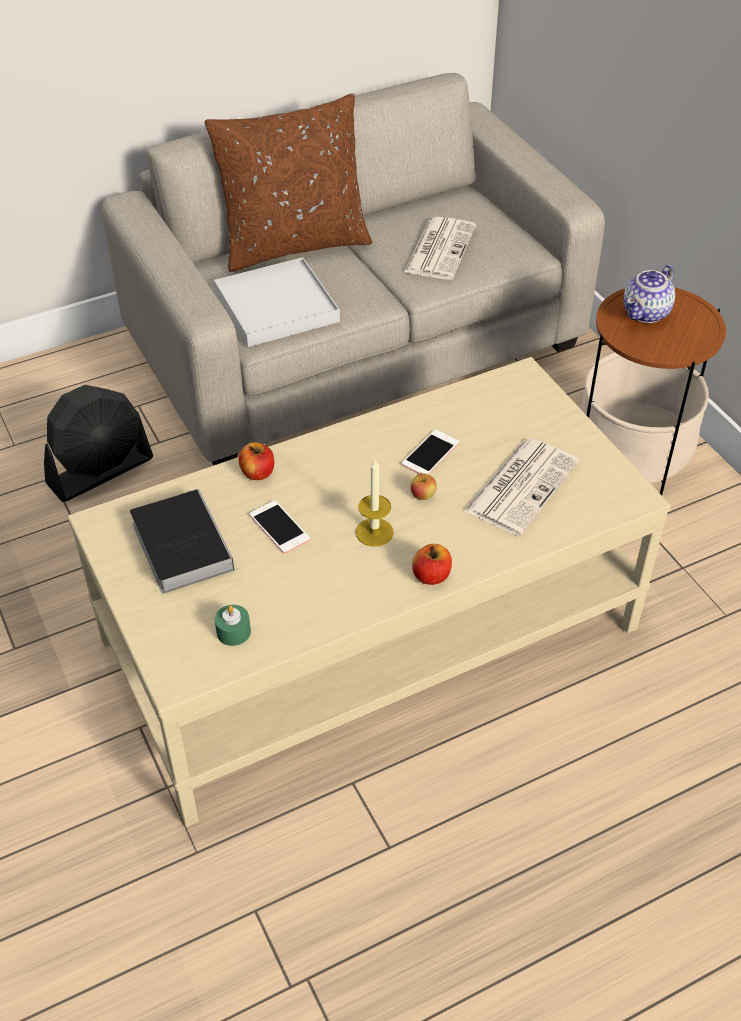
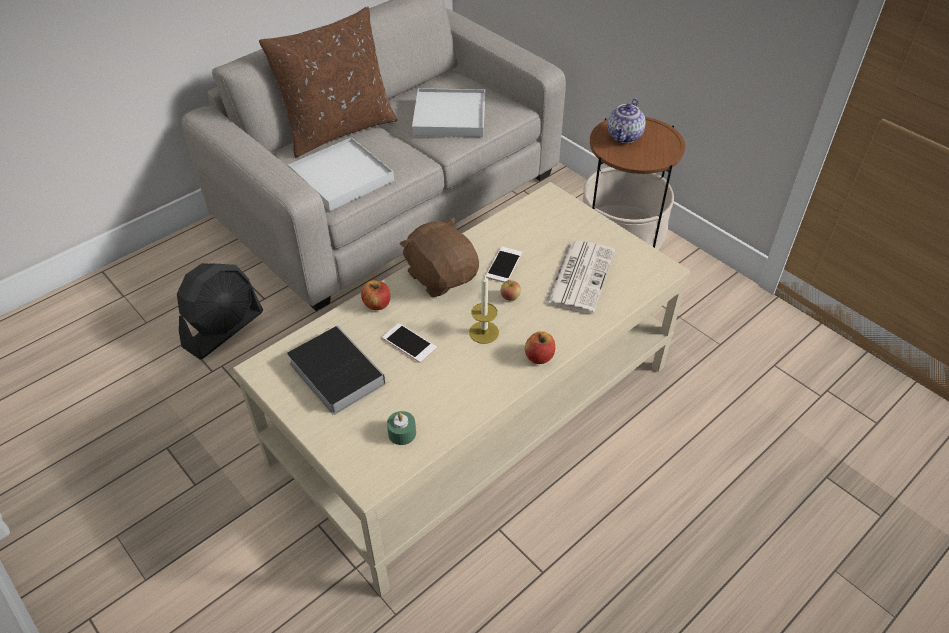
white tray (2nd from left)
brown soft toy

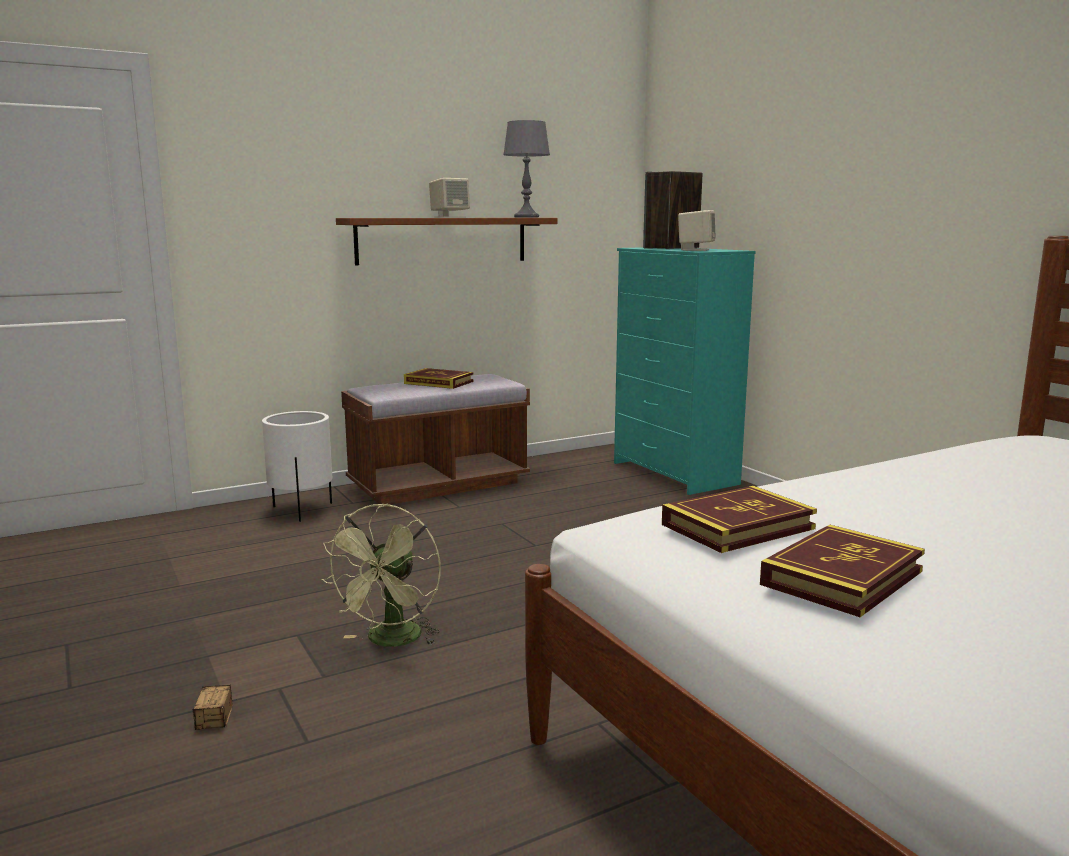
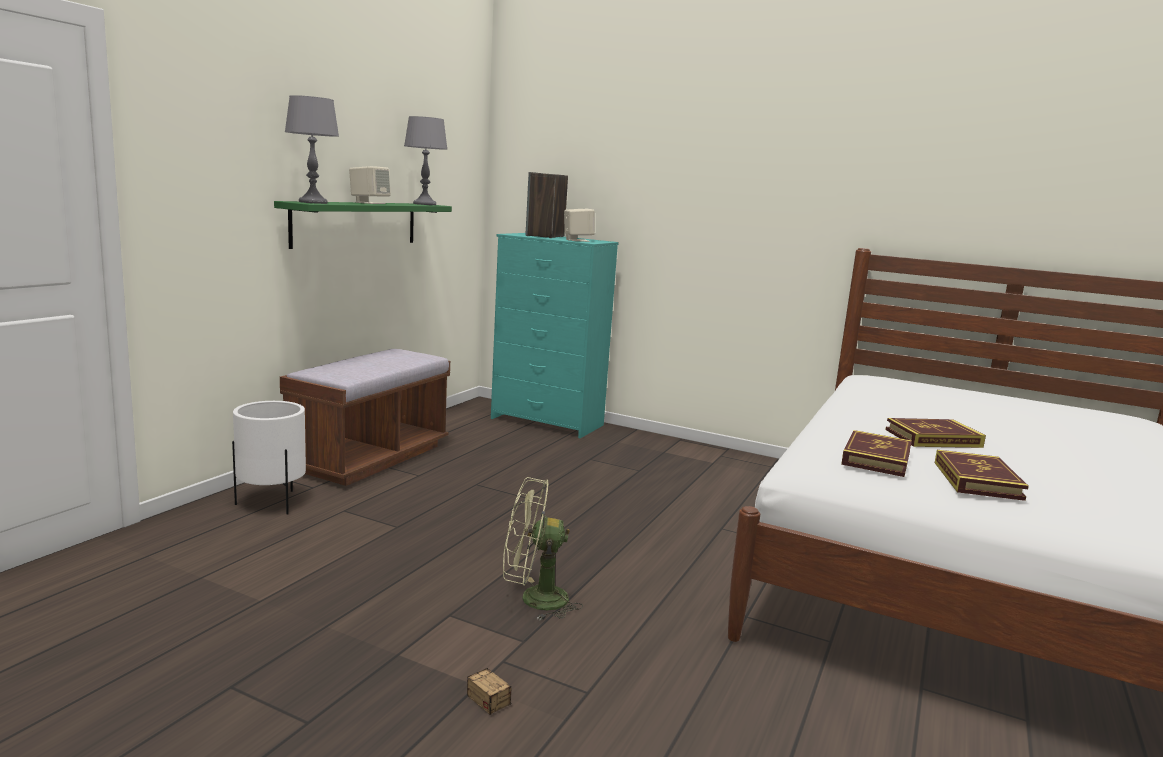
green shelf
book (2nd from left)
green electric fan
greyish tabletop lamp (1st from left)

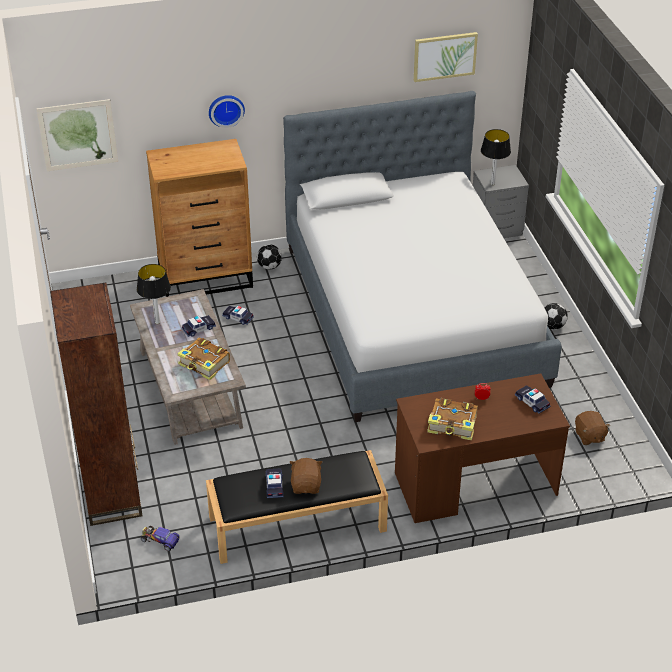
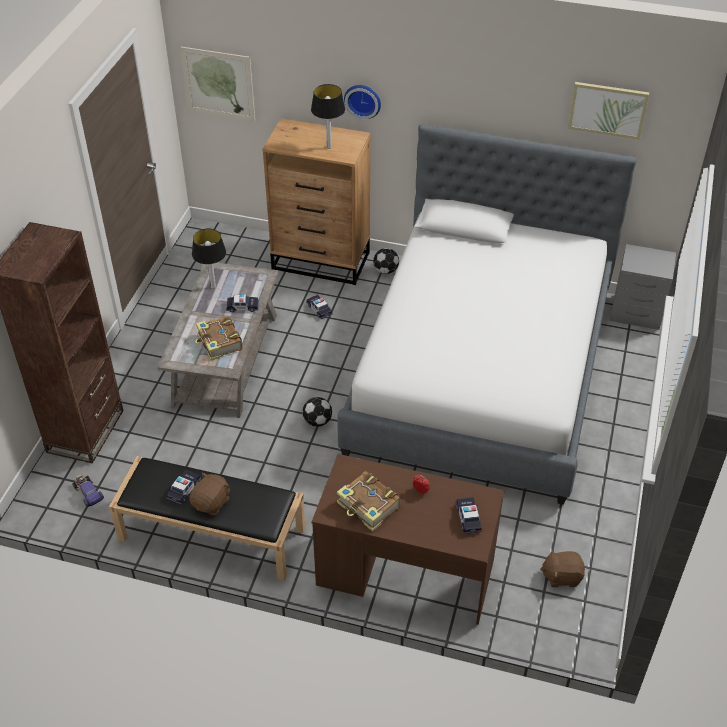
tabletop lamp (2nd from left)
football (1st from left)
brown soft toy (2nd from left)

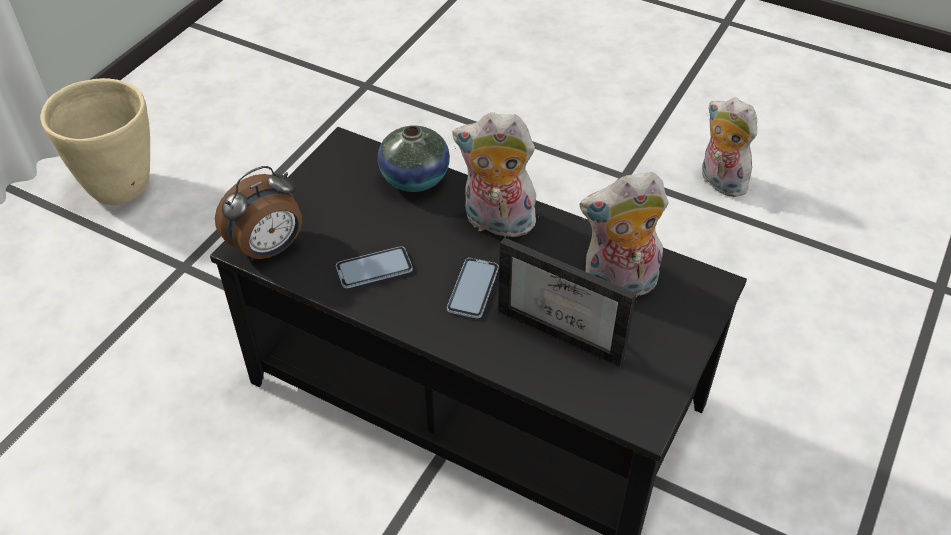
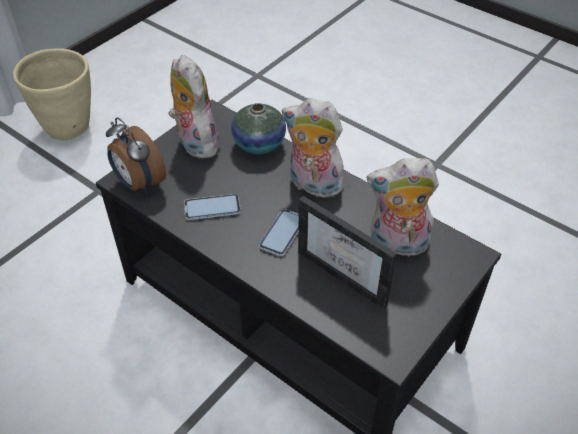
soft toy (1st from left)
table clock

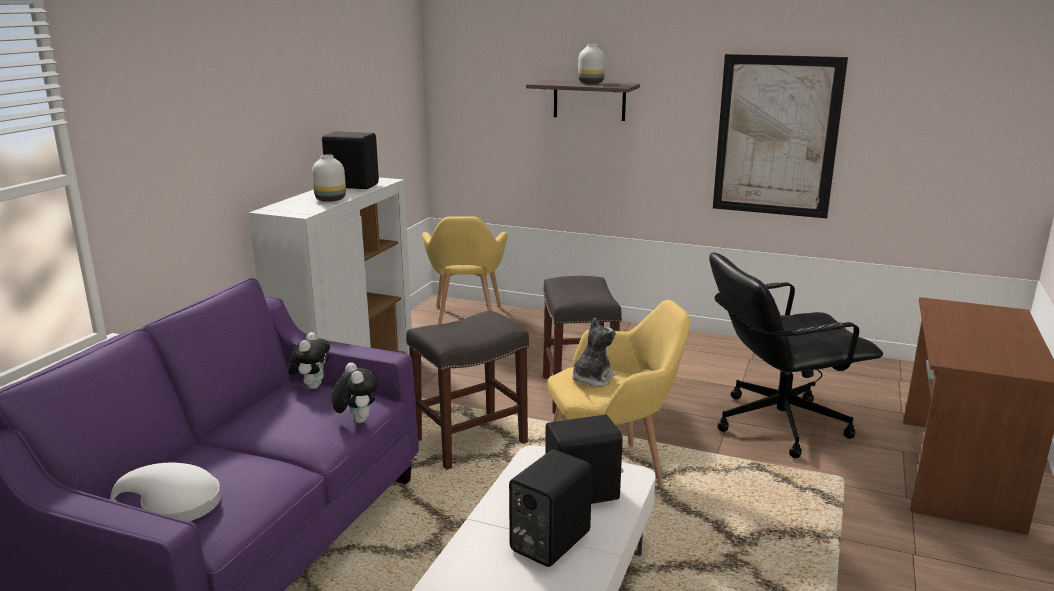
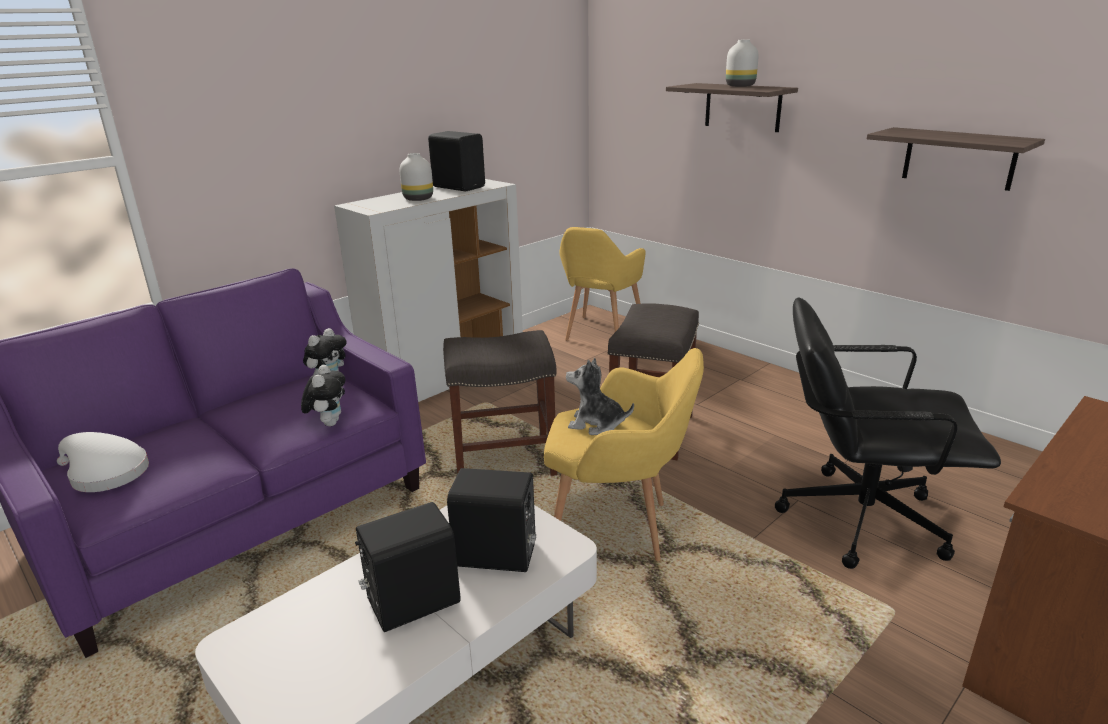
shelf (2nd from left)
soft toy (3rd from left)

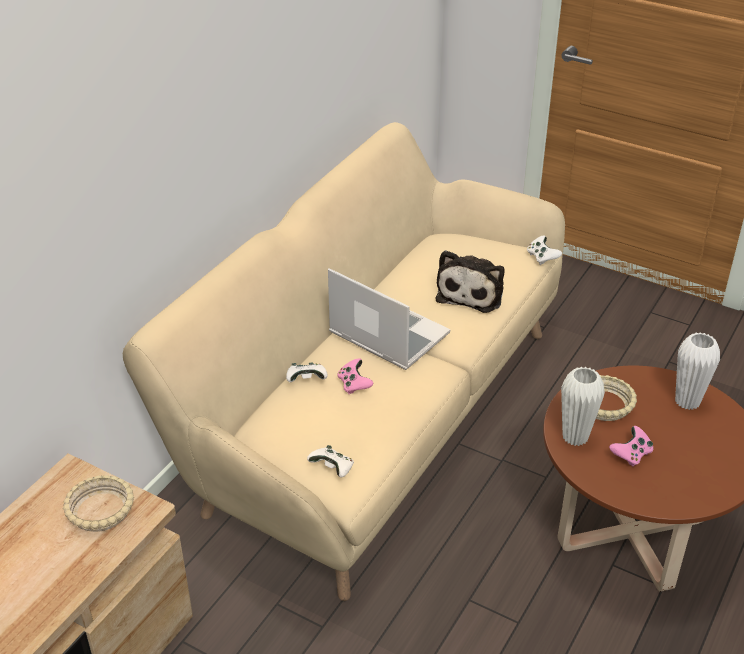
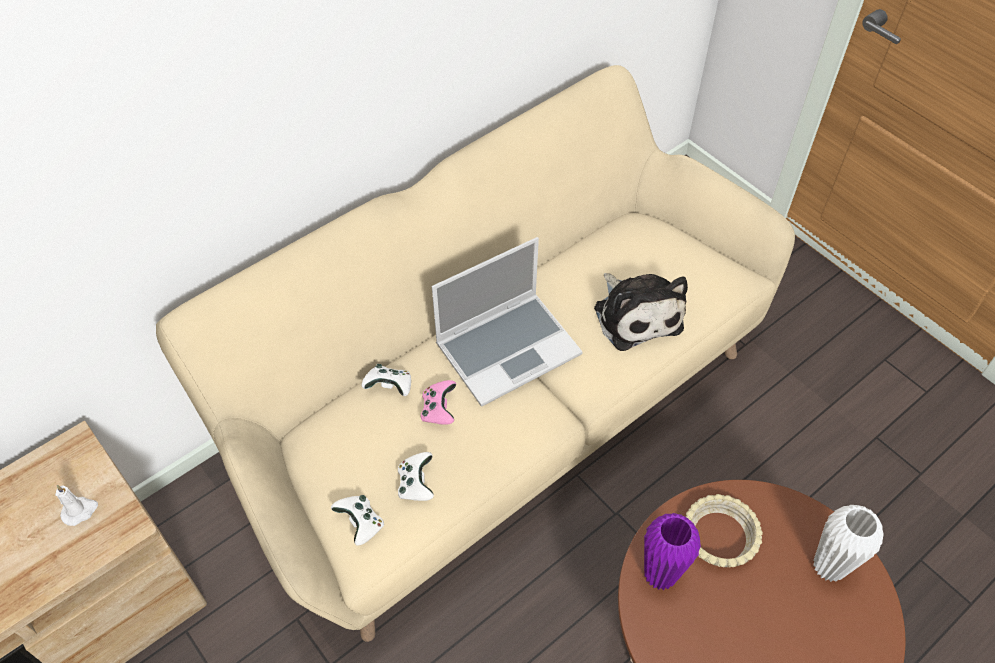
white gamepad (3rd from left)
soft toy
laptop
purplish flower vase
pink gamepad (2nd from left in the first image)
white candle

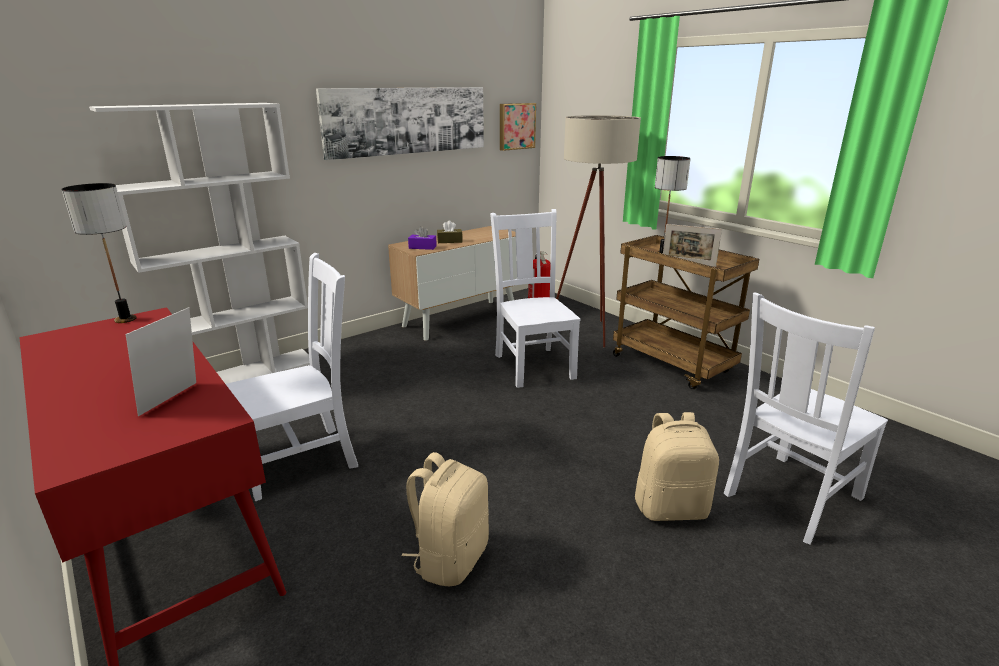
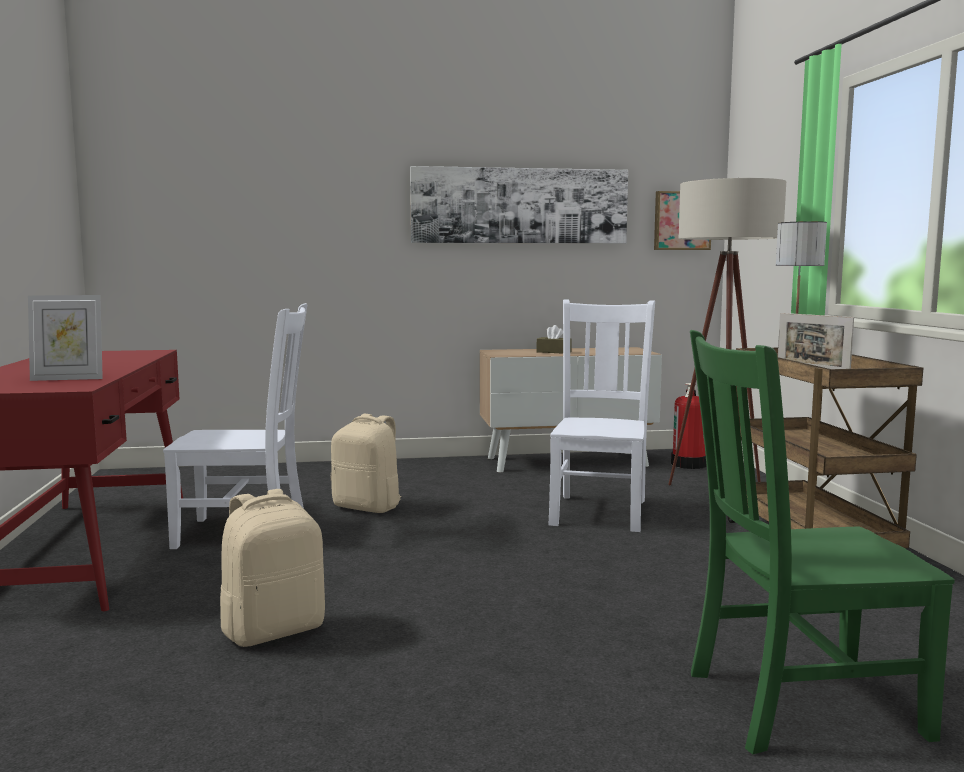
white bookshelf
tabletop lamp (1st from left in the first image)
purplish tissue holder
green plain chair
picture frame (1st from left)
sand-coloured backpack (2nd from left)

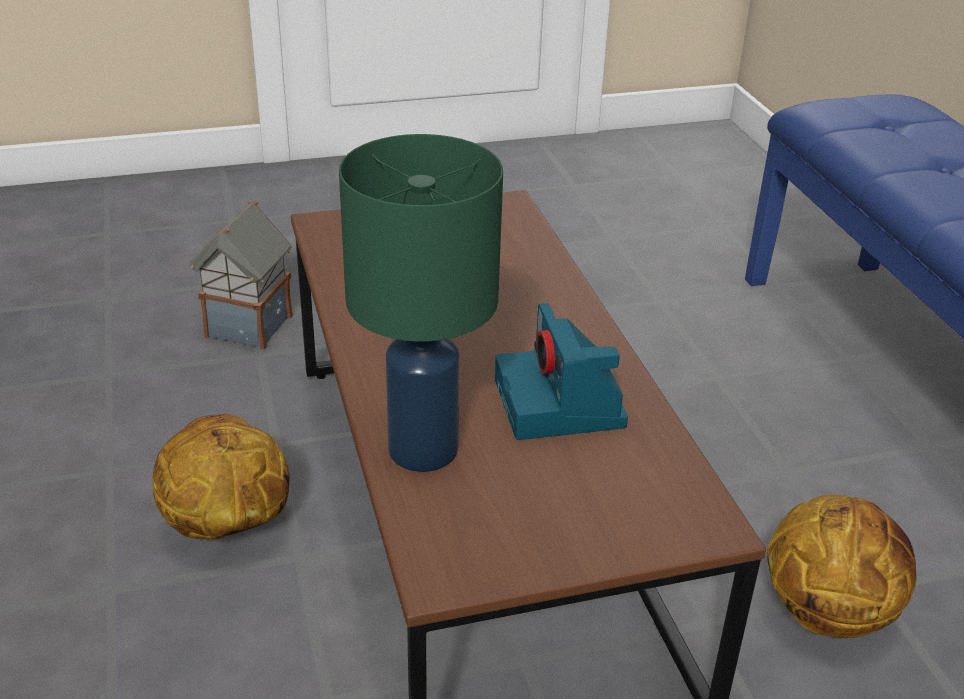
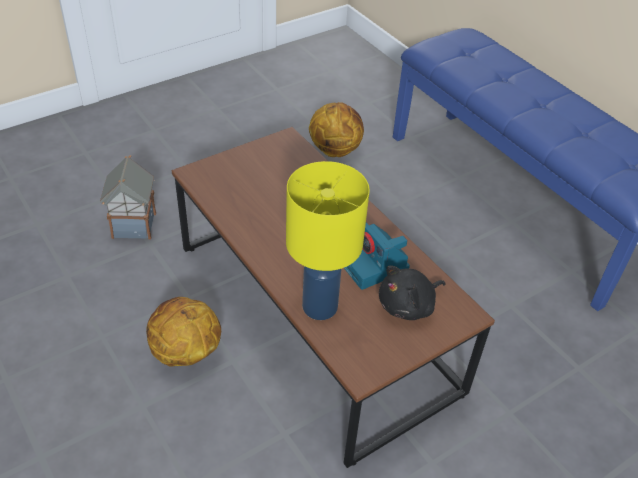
yellow-coloured tabletop lamp
basketball (2nd from left)
black soft toy

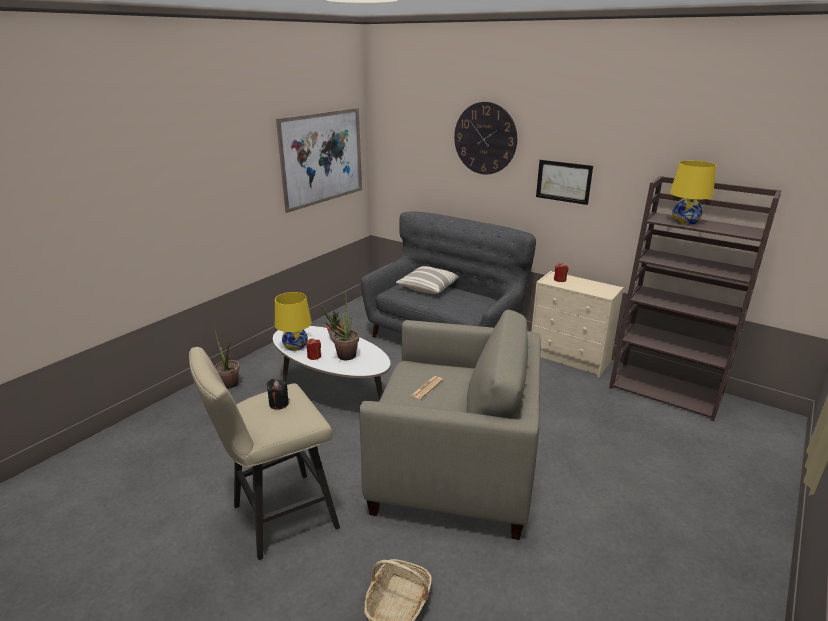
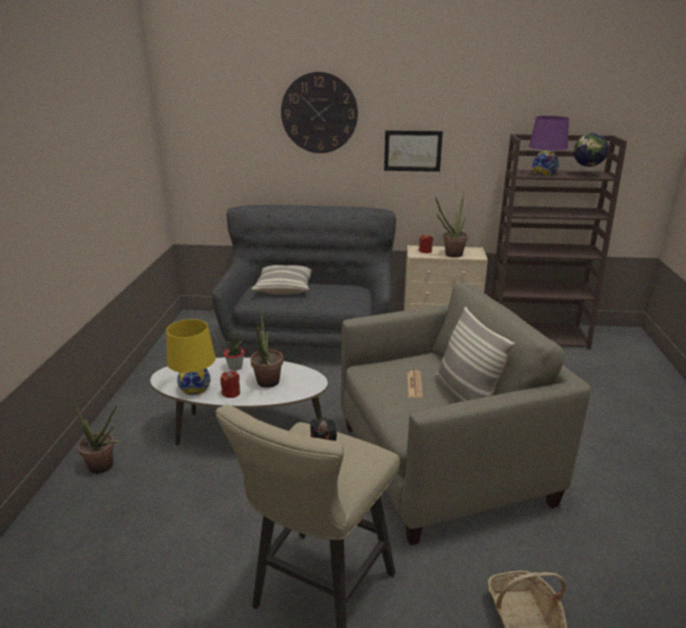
wall art (1st from left in the first image)
purplish tabletop lamp
globe
plant in a pot (4th from left)
throw pillow (2nd from left)

